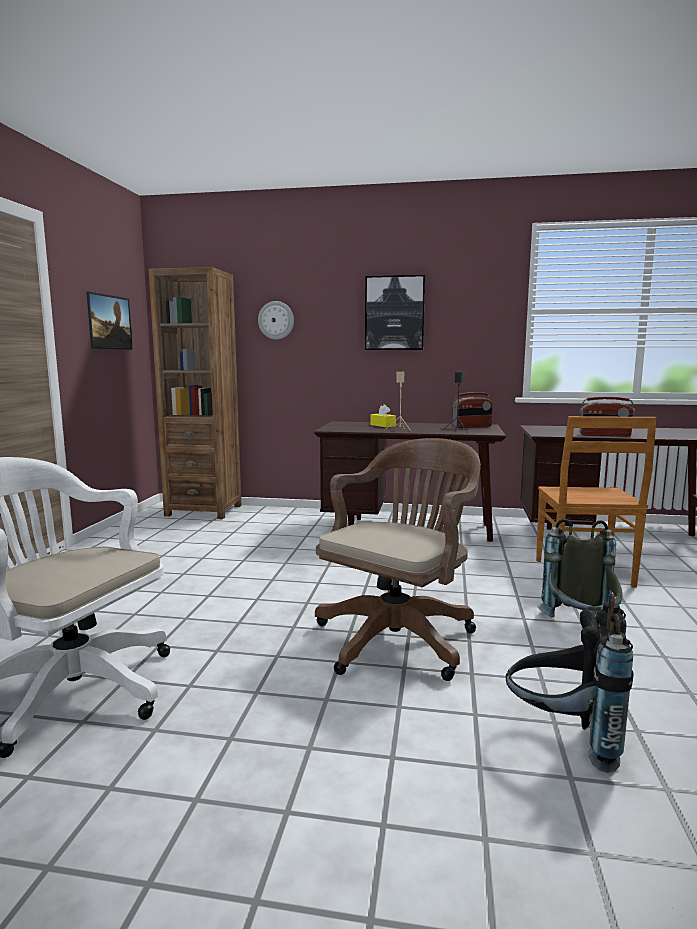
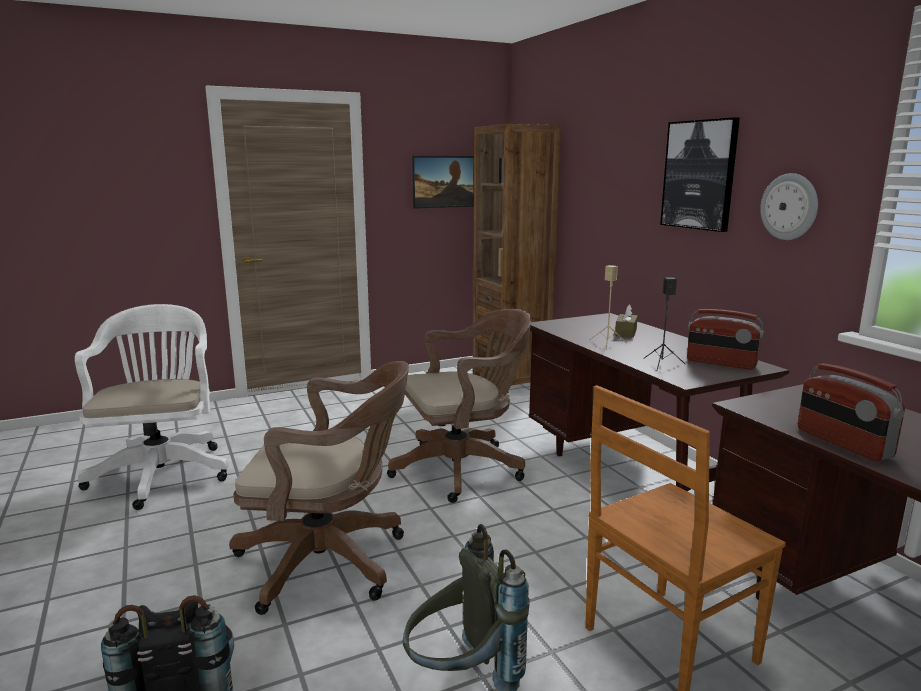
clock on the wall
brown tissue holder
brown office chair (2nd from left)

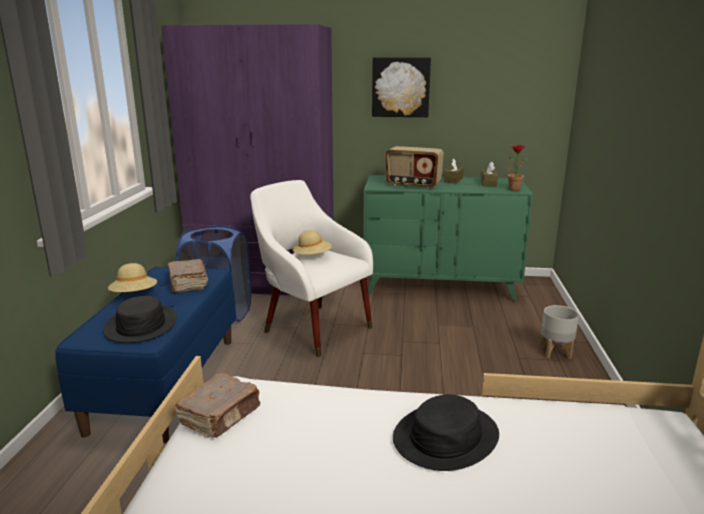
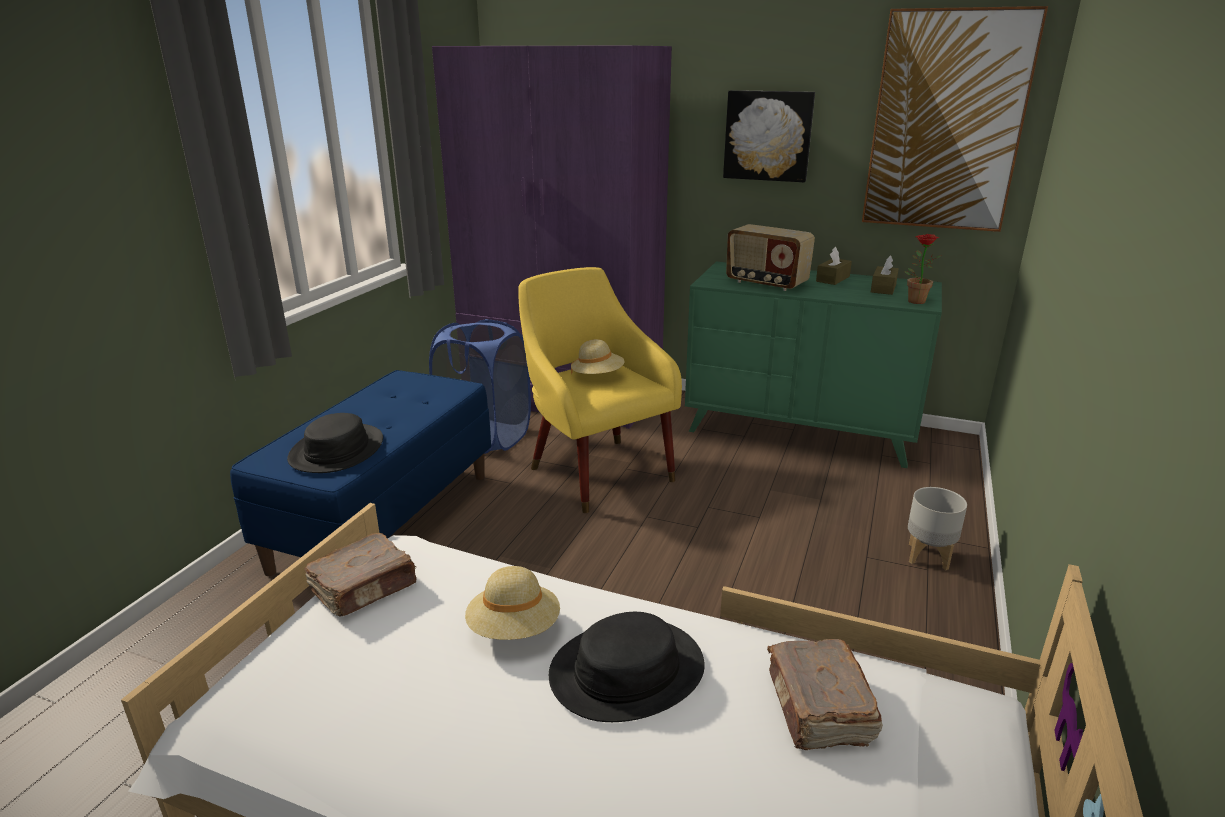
yellow-coloured armchair
brown book (2nd from left)
sand-coloured hat (1st from left)
wall art (2nd from left)

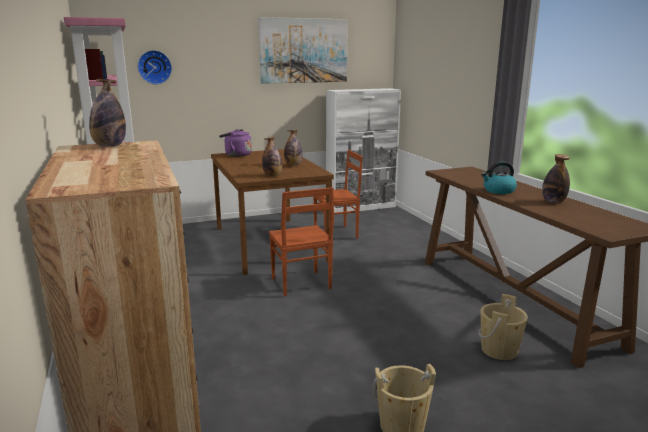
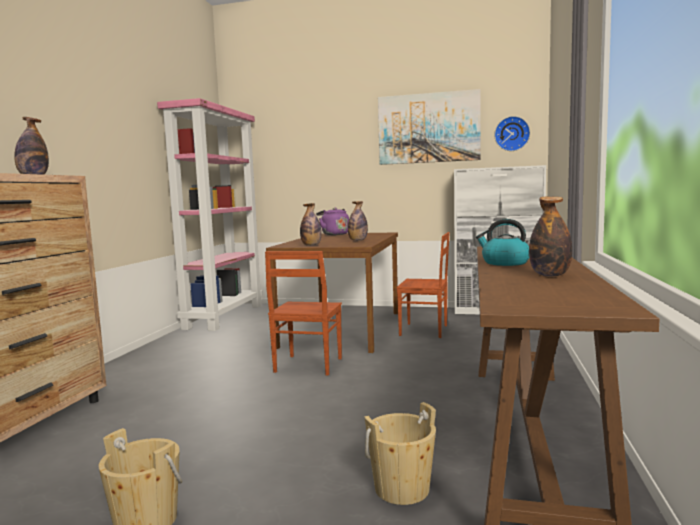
clock on the wall

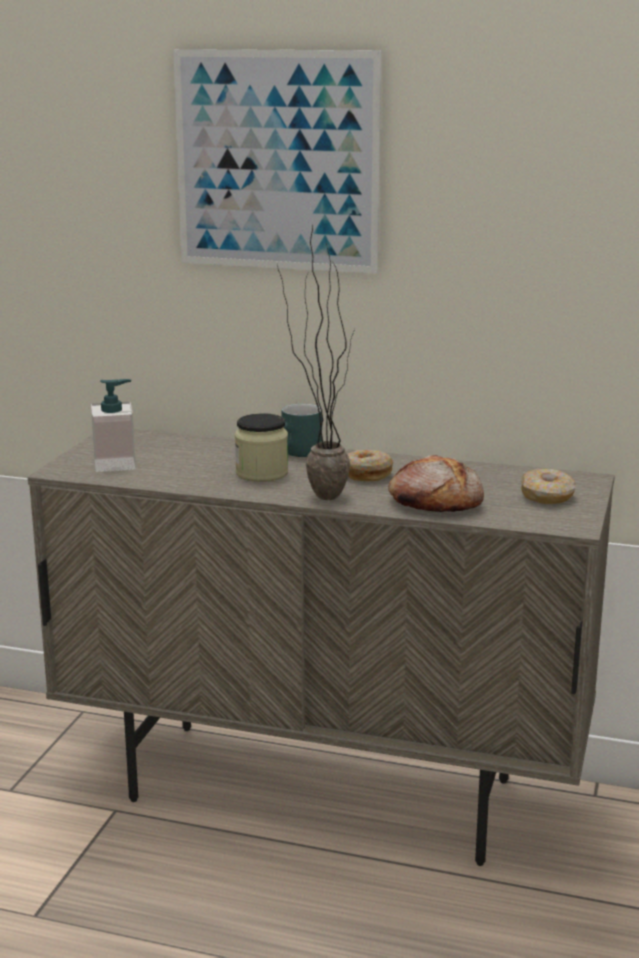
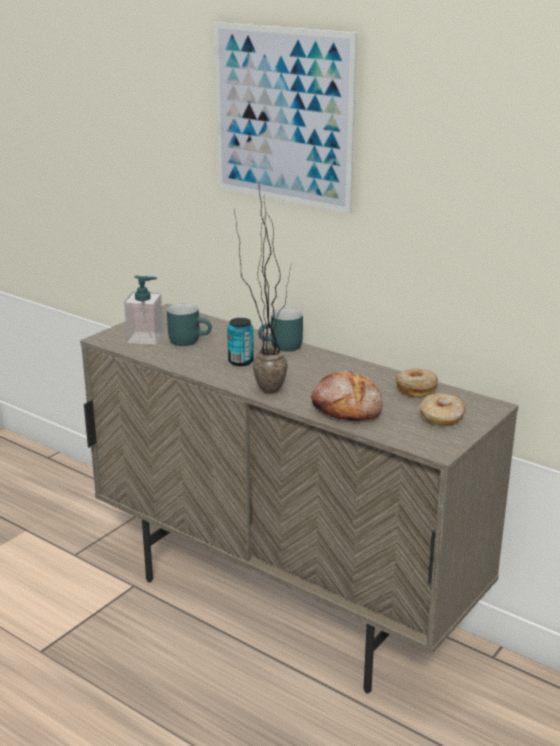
sealed can
doughnut (1st from left)
turquoise-coloured coffee mug (1st from left)

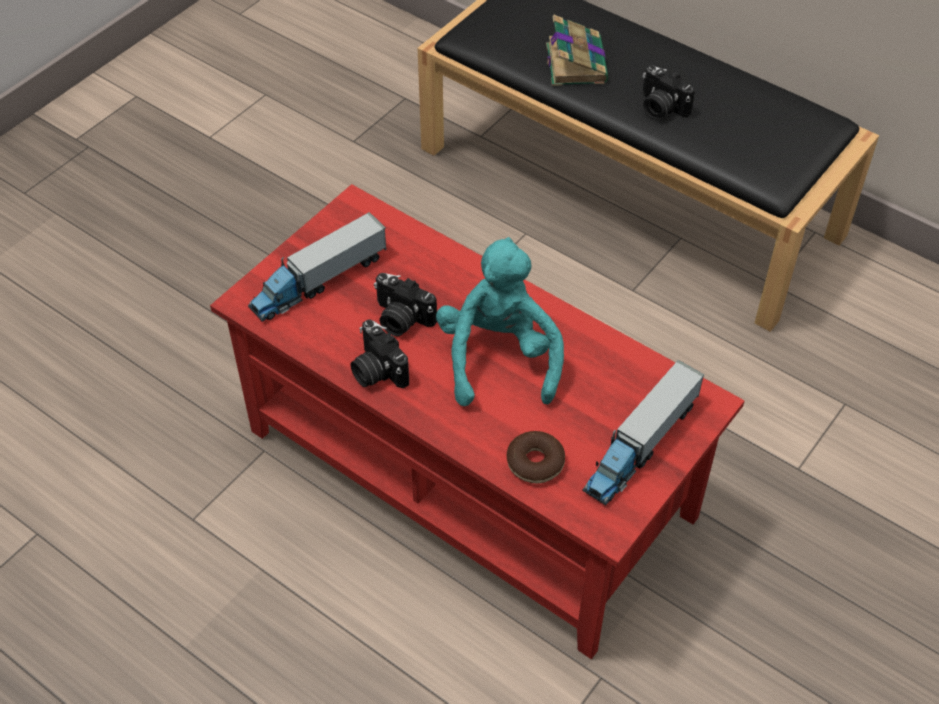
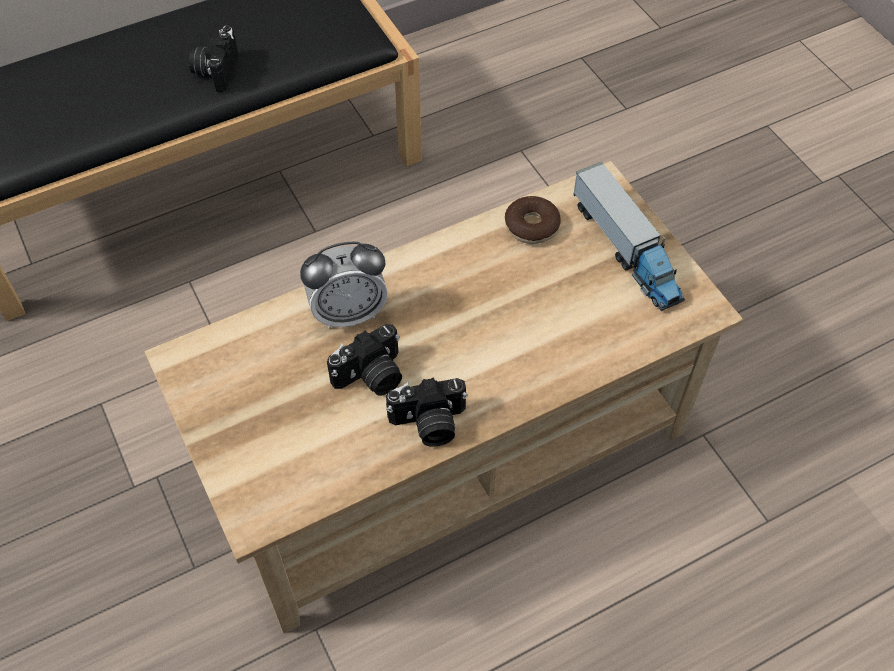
book
photo camera (1st from left)
sand-coloured lounge table
toy lorry (1st from left in the first image)
turquoise-coloured soft toy
doughnut
table clock

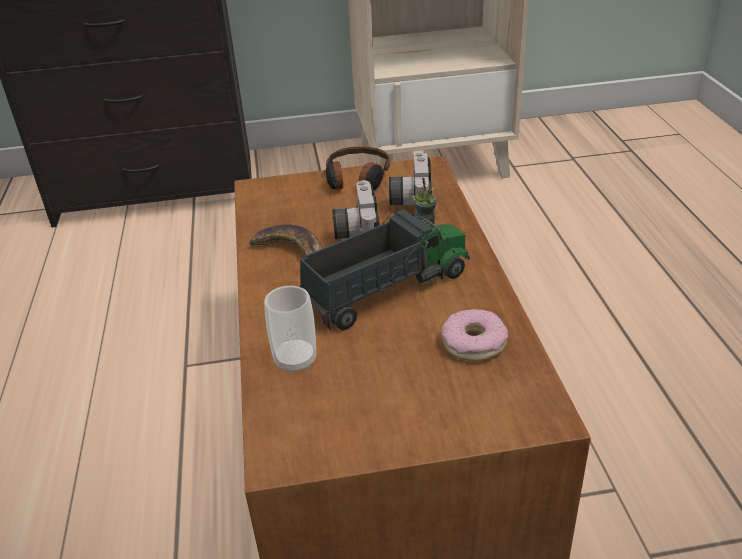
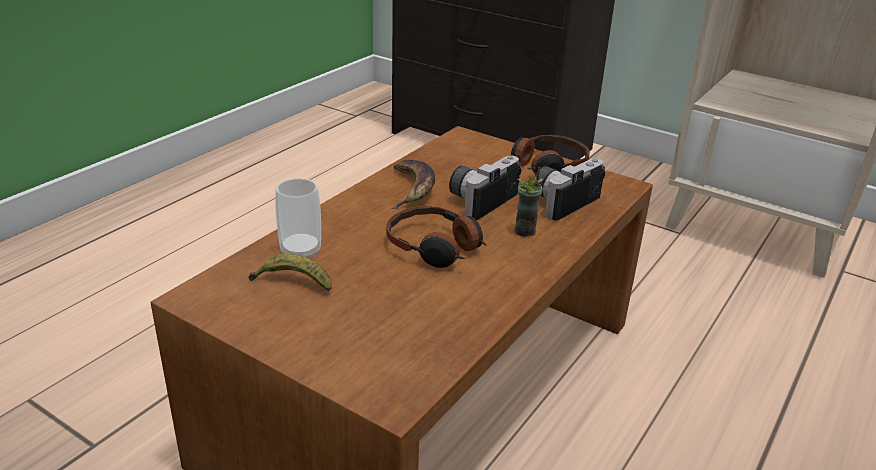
headset (1st from left)
doughnut
banana (1st from left)

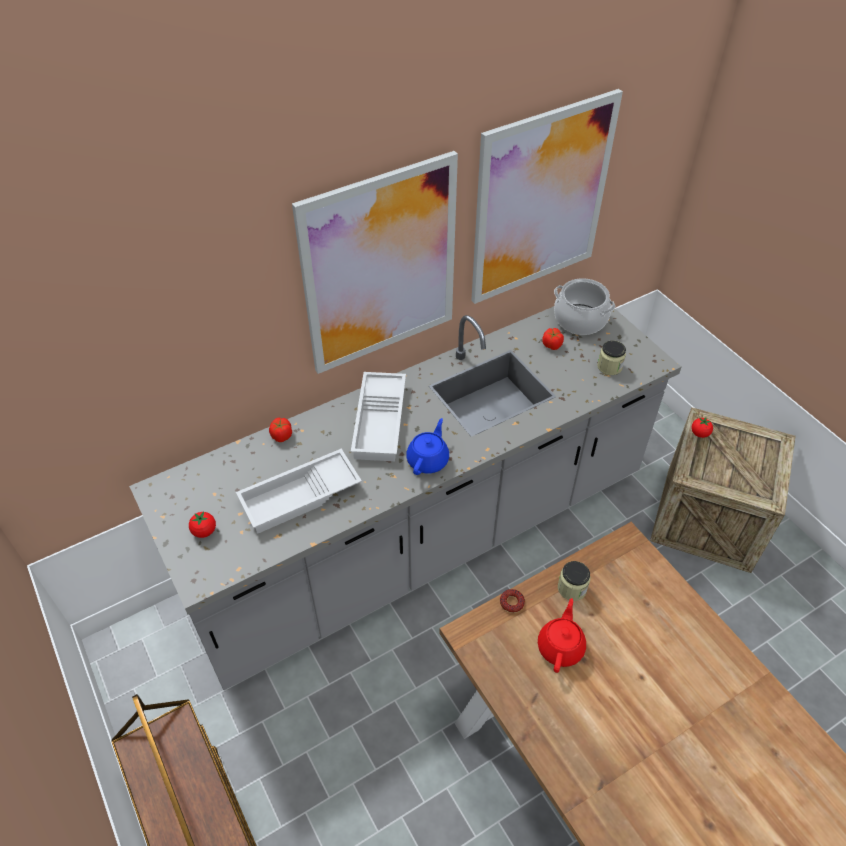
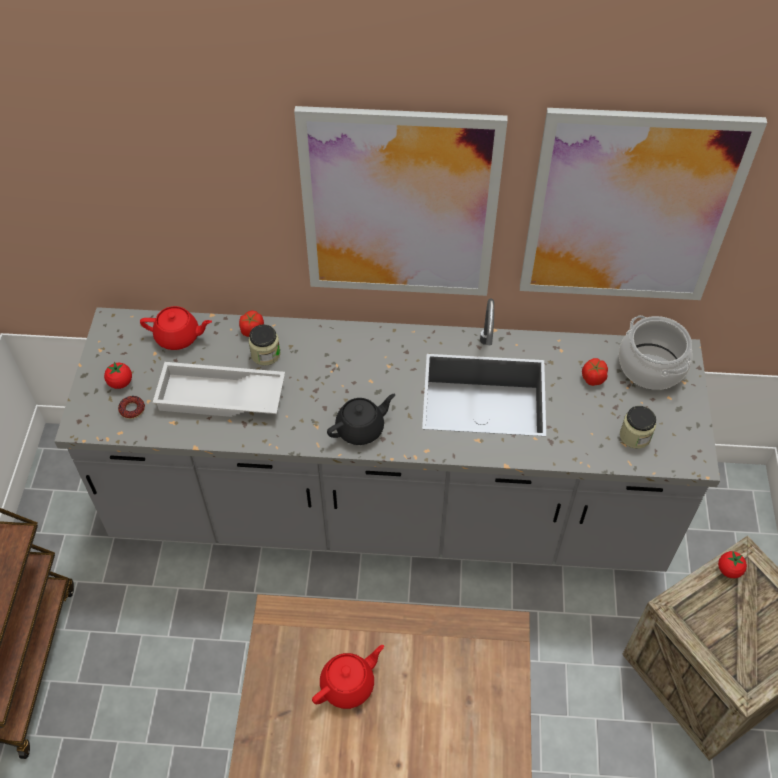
white tray (2nd from left in the first image)
black pot for tea
storage jar (1st from left)
doughnut
red-coloured pot for tea (1st from left)

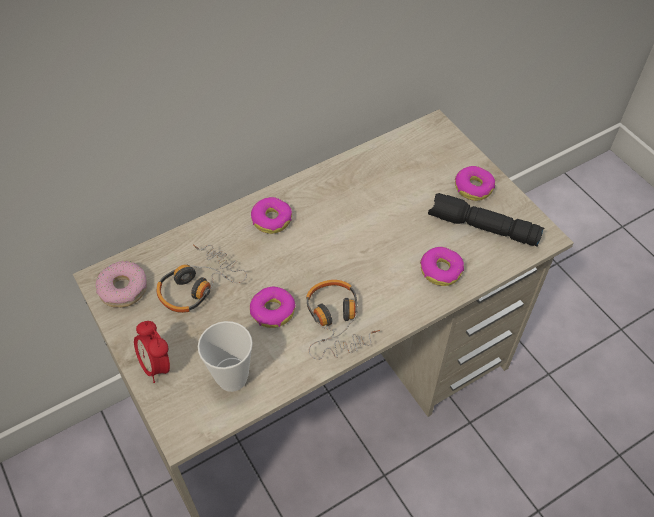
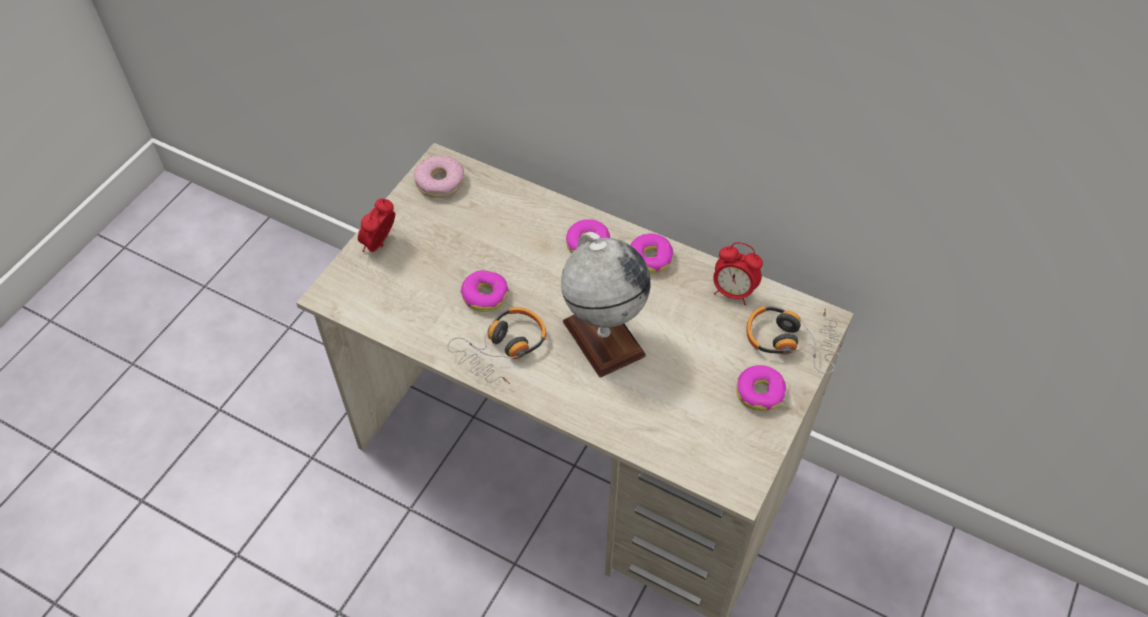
black torch
headset (2nd from left)
doughnut (4th from left)
cup
globe
table clock (2nd from left)

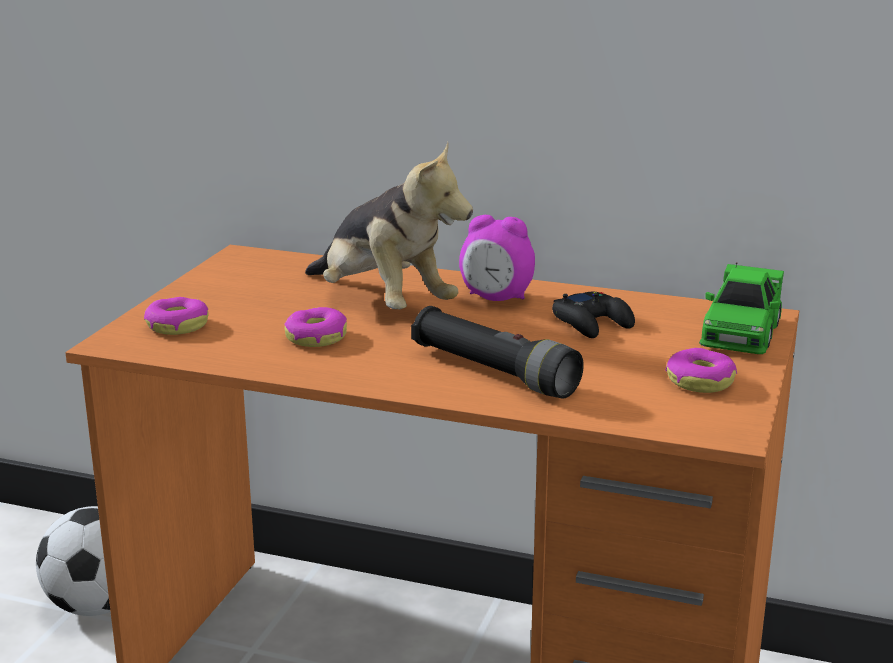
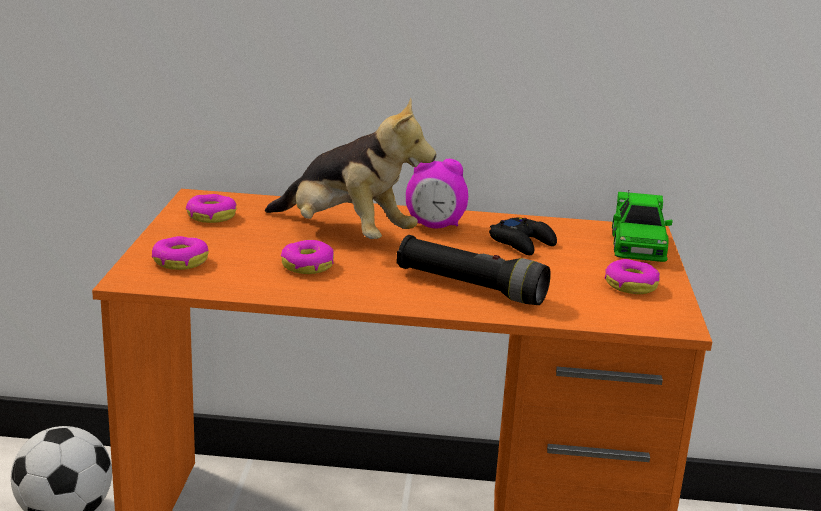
doughnut (2nd from left)

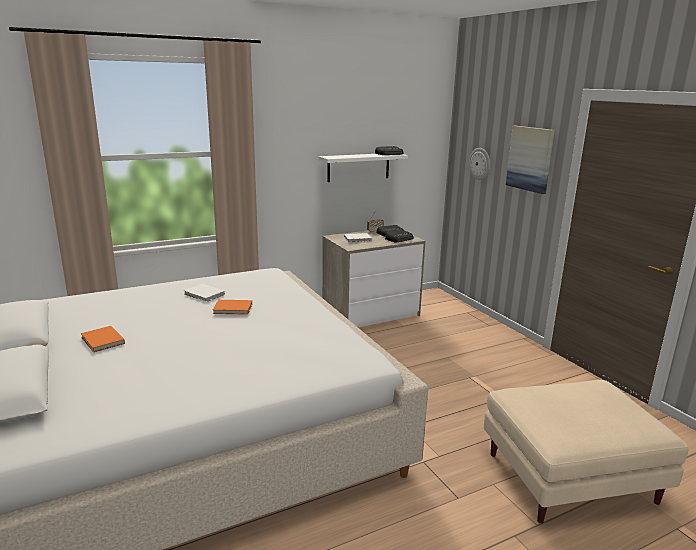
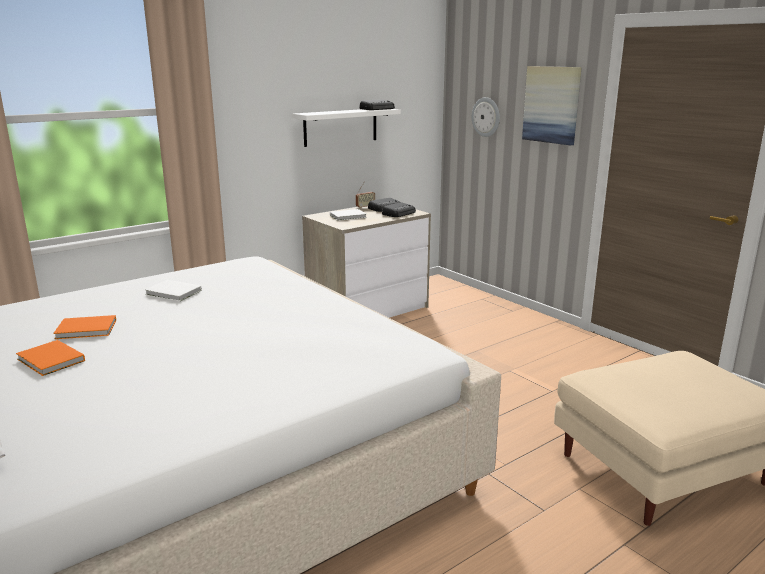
orangey book (2nd from left)

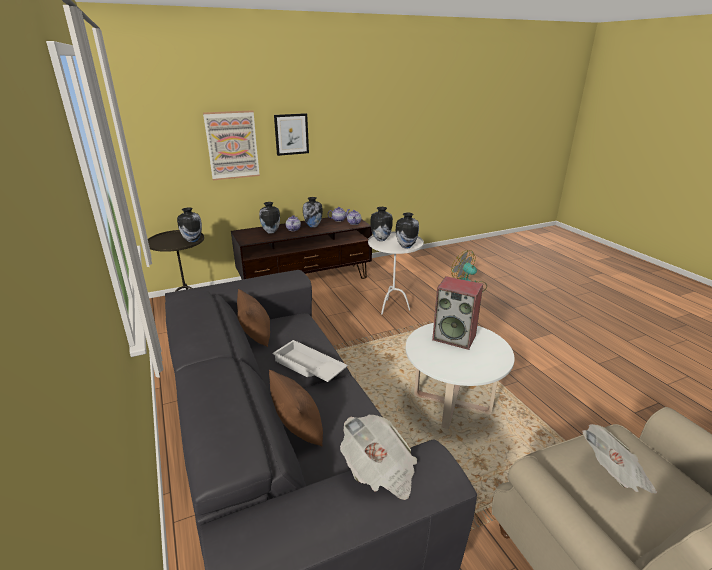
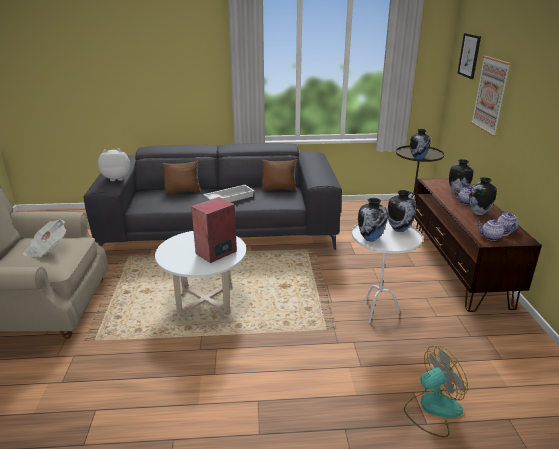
wall art (1st from left)
soft toy

